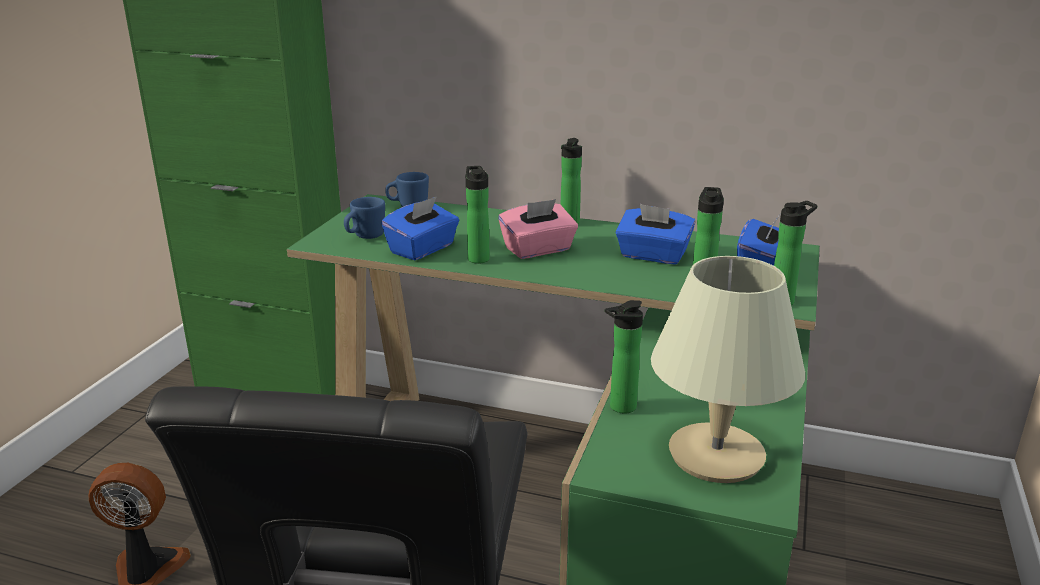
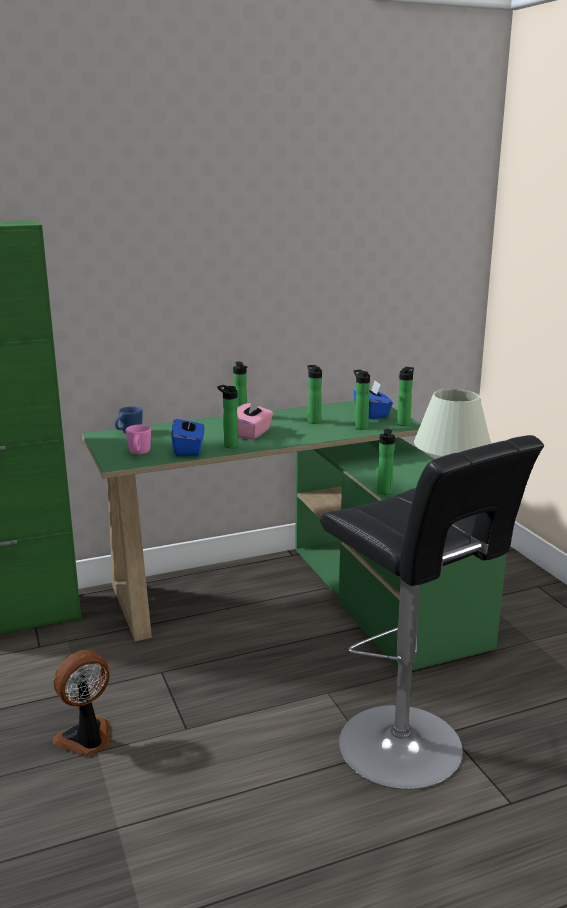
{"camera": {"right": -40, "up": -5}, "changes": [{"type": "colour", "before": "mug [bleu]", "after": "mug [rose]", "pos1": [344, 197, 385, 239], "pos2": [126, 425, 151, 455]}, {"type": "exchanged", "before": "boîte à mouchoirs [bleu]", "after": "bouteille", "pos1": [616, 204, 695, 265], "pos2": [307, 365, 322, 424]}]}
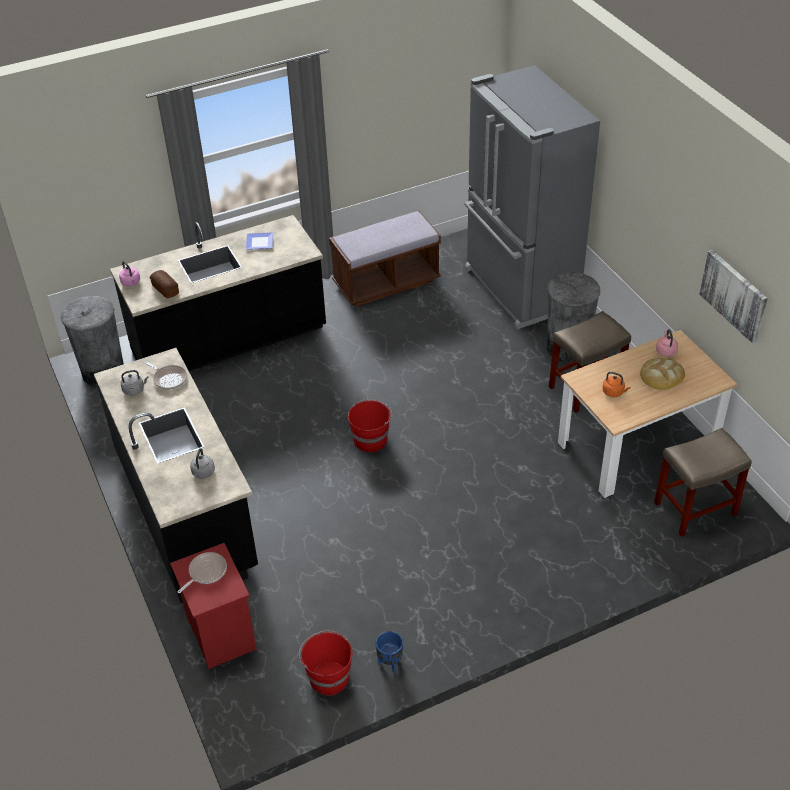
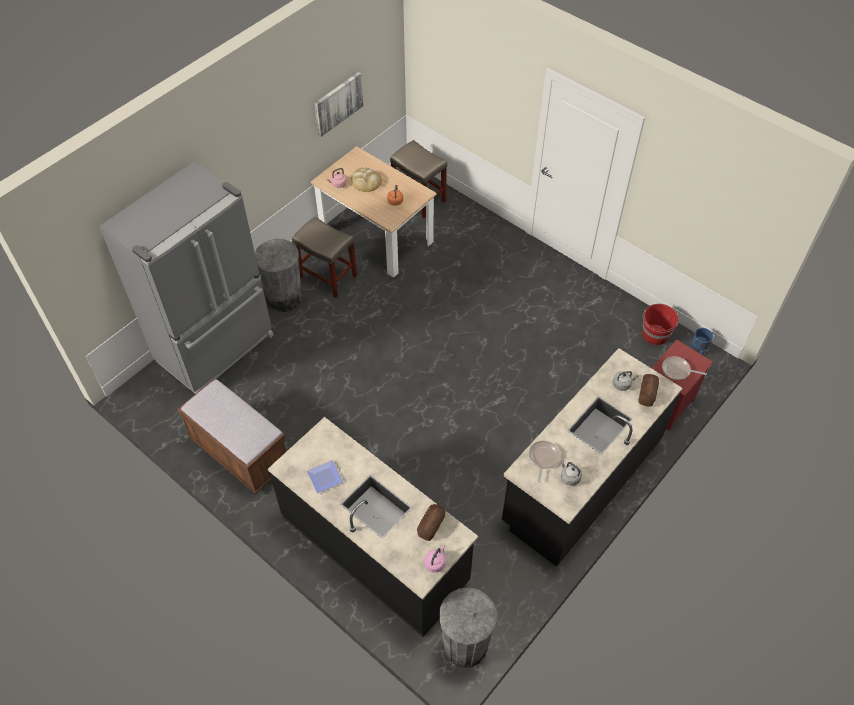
{"camera": {"right": -115, "up": 10}, "changes": [{"type": "appeared", "after": "pain", "pos2": [639, 374, 659, 407]}, {"type": "relocated", "before": "cache-pot [bleu]", "pos1": [376, 631, 403, 673], "pos2": [690, 328, 713, 355]}, {"type": "missing", "before": "seau [rouge]", "pos1": [348, 399, 392, 453]}]}
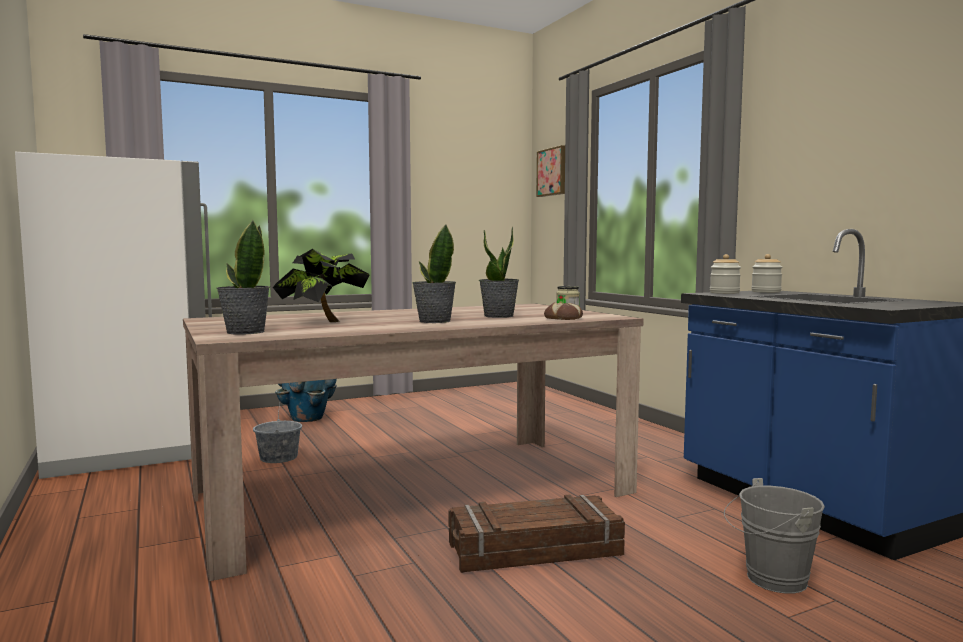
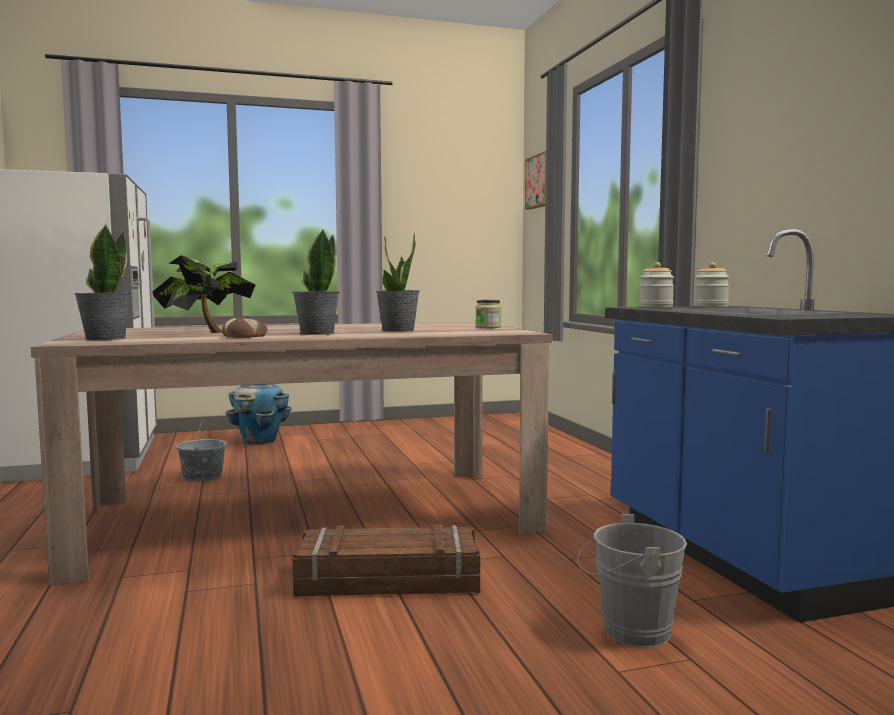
{"camera": {"right": 10, "up": 0}, "changes": [{"type": "relocated", "before": "pain", "pos1": [544, 302, 583, 320], "pos2": [222, 318, 268, 338]}]}
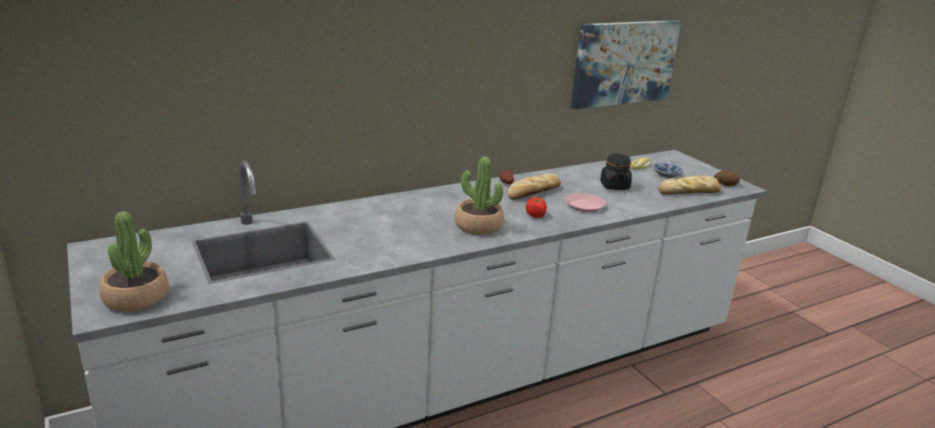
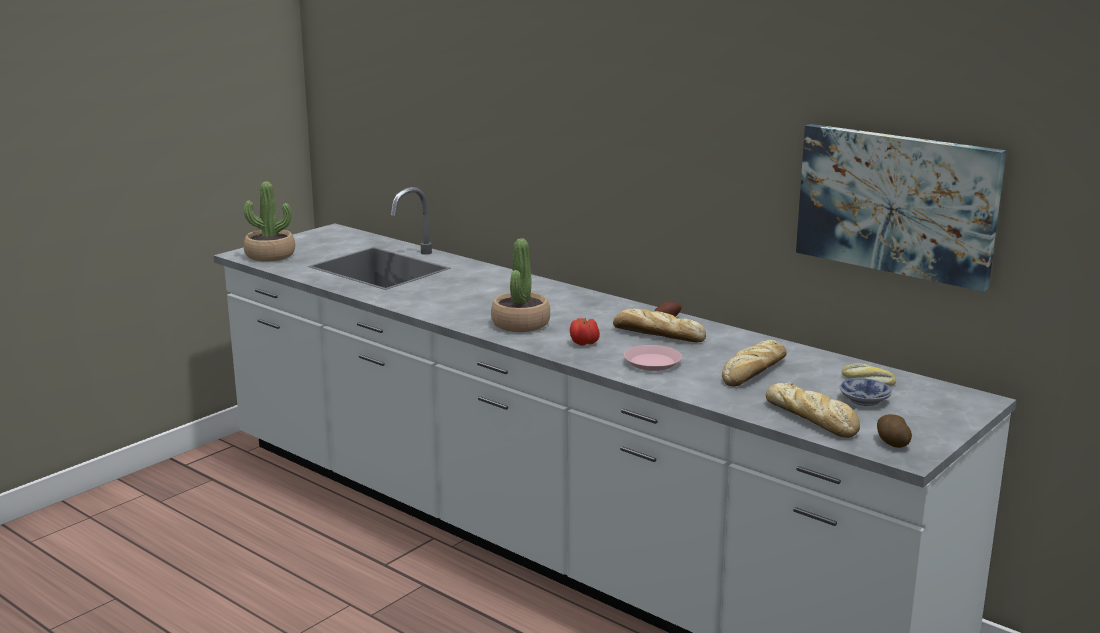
{"camera": {"right": 70, "up": -5}, "changes": [{"type": "exchanged", "before": "bocal [noir]", "after": "pain", "pos1": [600, 154, 632, 190], "pos2": [722, 340, 787, 386]}]}
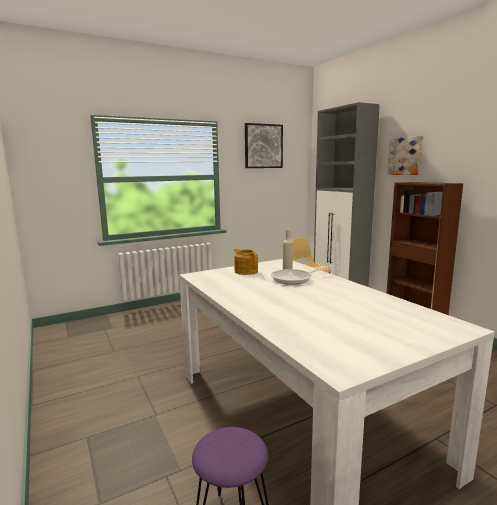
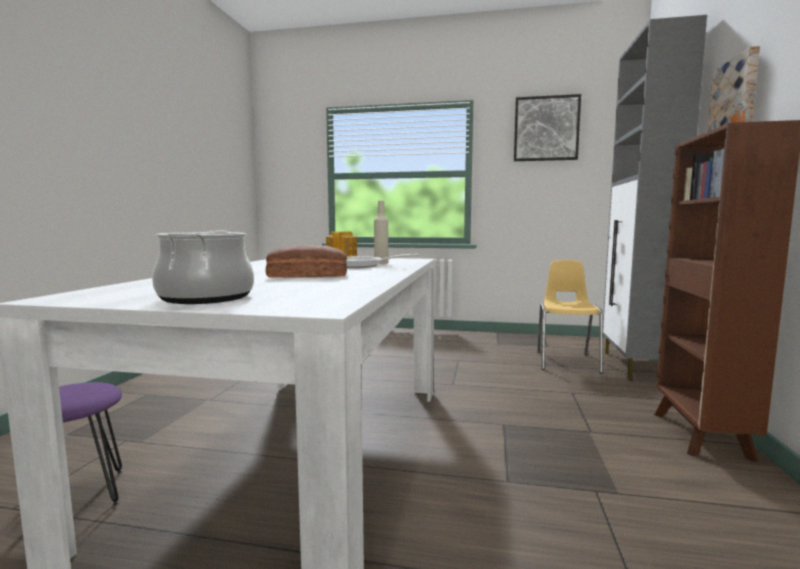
{"camera": {"right": 40, "up": -5}, "changes": [{"type": "appeared", "after": "marmite", "pos2": [152, 231, 254, 304]}, {"type": "appeared", "after": "pain", "pos2": [266, 245, 347, 277]}]}
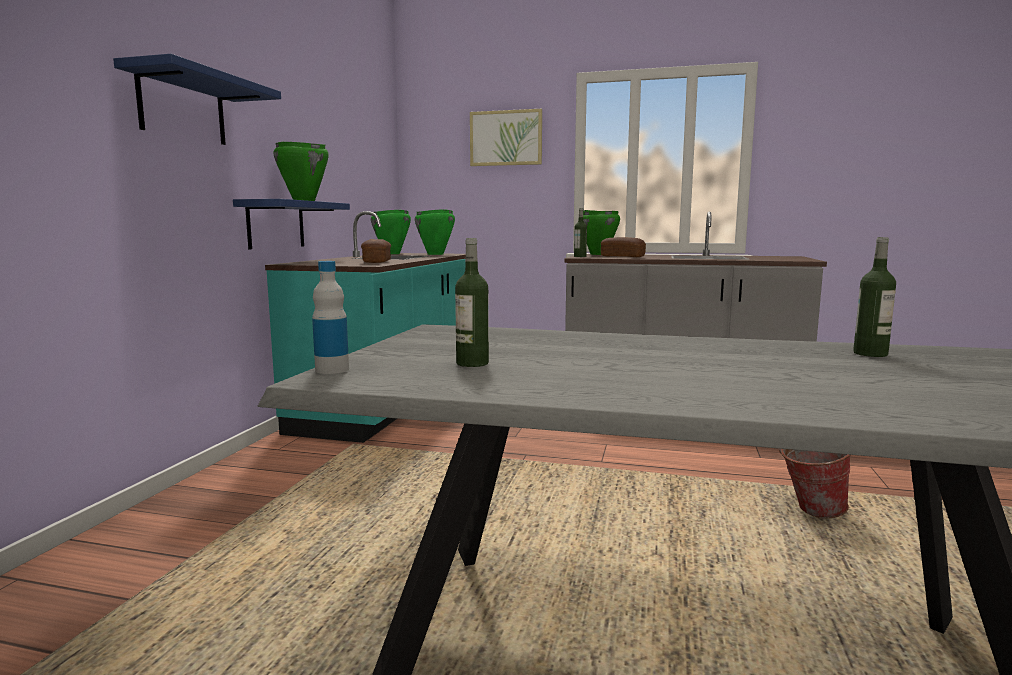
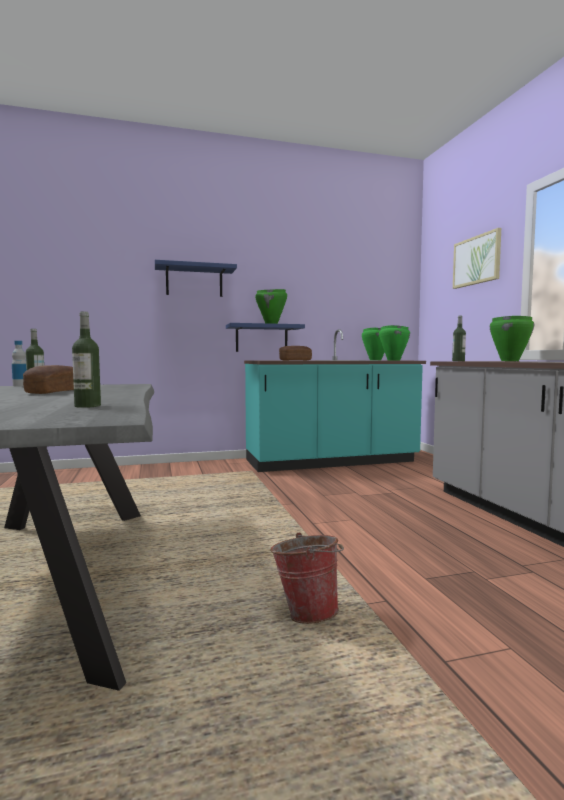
{"camera": {"right": 60, "up": -5}, "changes": [{"type": "relocated", "before": "pain", "pos1": [601, 237, 646, 257], "pos2": [23, 365, 74, 394]}]}
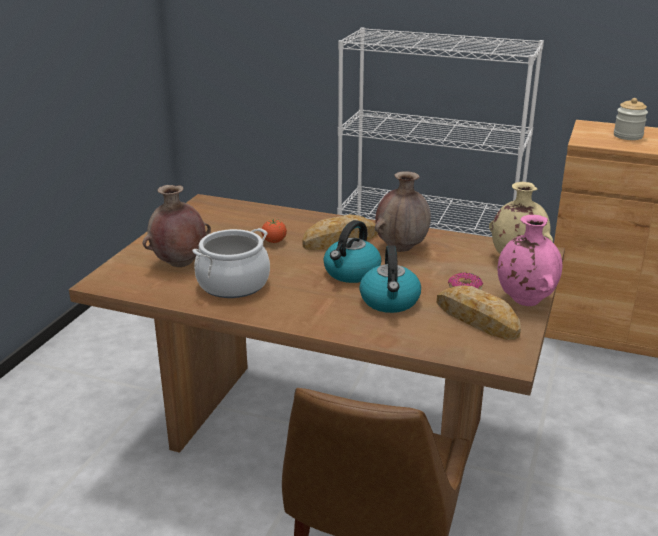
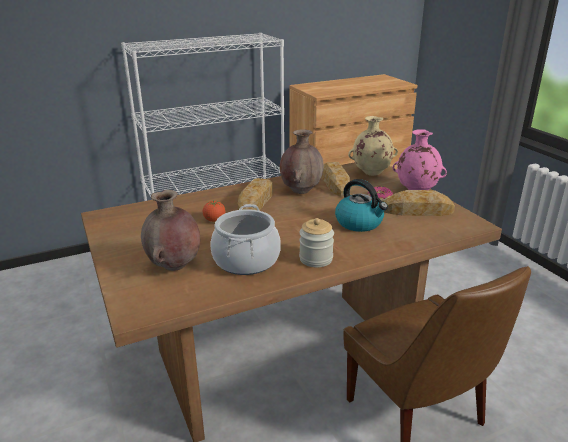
{"camera": {"right": -45, "up": 0}, "changes": [{"type": "relocated", "before": "bocal", "pos1": [614, 98, 648, 140], "pos2": [299, 218, 334, 267]}, {"type": "appeared", "after": "pain", "pos2": [322, 162, 350, 197]}, {"type": "missing", "before": "bouilloire", "pos1": [324, 220, 381, 283]}]}
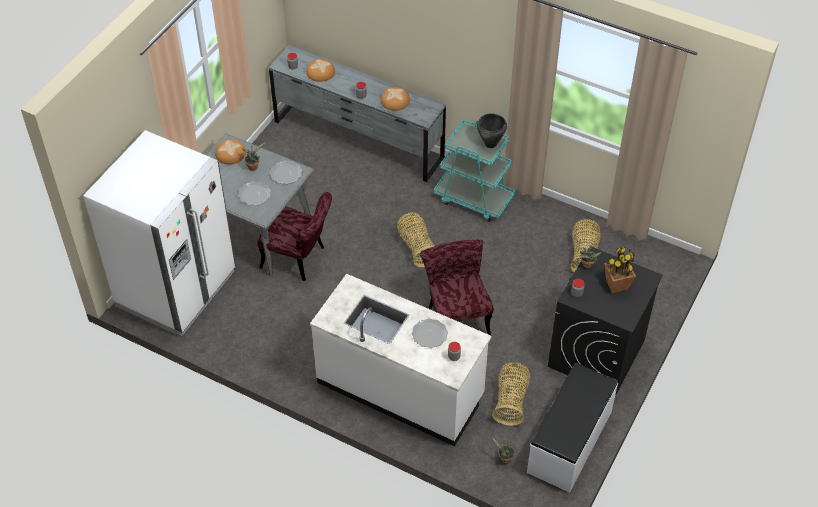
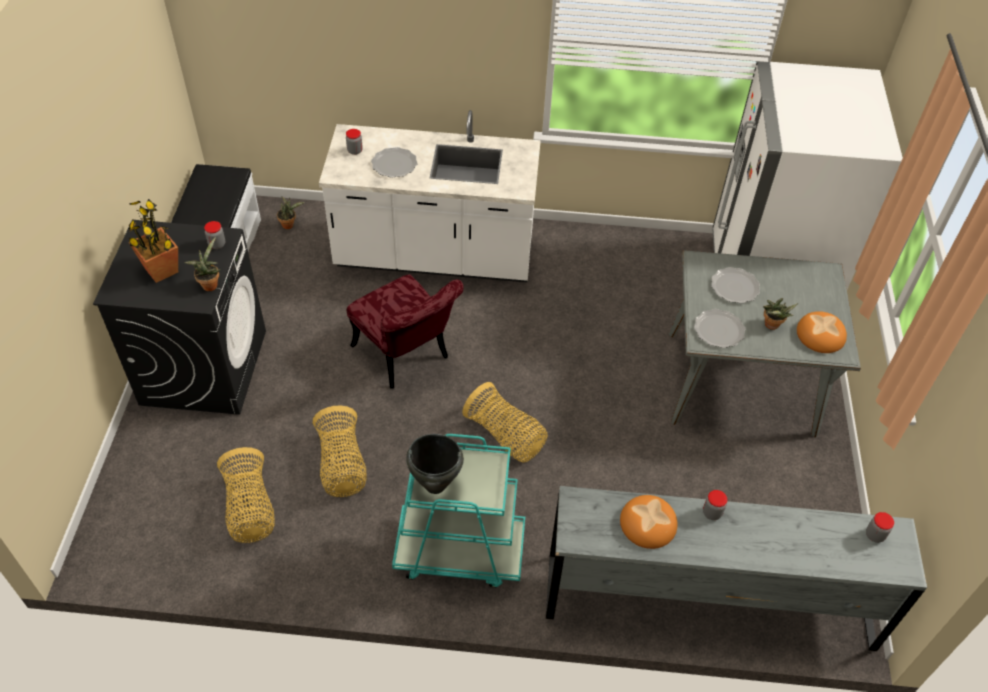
{"camera": {"right": 155, "up": 0}, "changes": [{"type": "relocated", "before": "panier", "pos1": [492, 362, 530, 425], "pos2": [313, 405, 367, 497]}, {"type": "missing", "before": "chaise [rouge]", "pos1": [257, 192, 332, 281]}, {"type": "missing", "before": "pain", "pos1": [306, 59, 335, 82]}]}
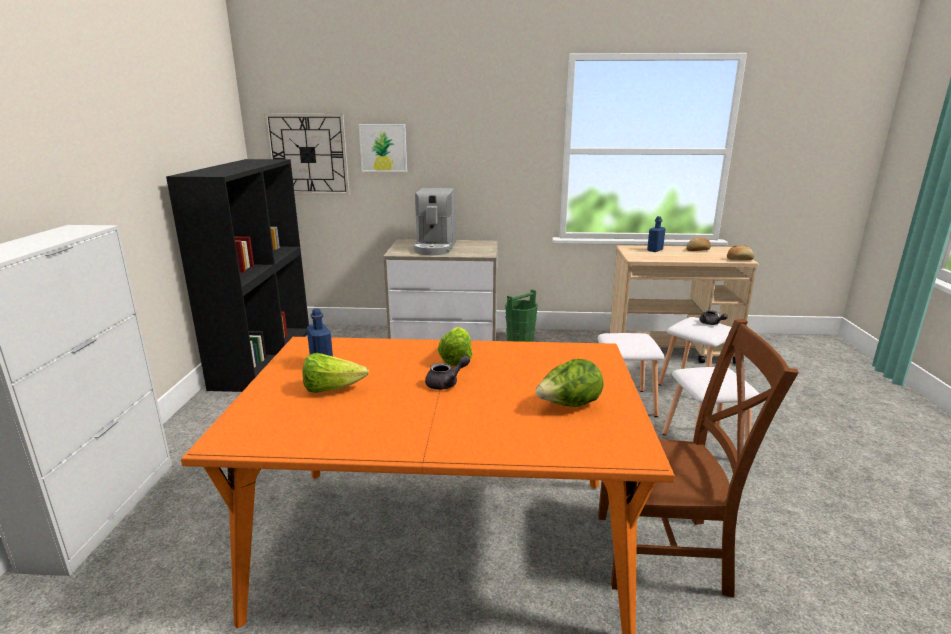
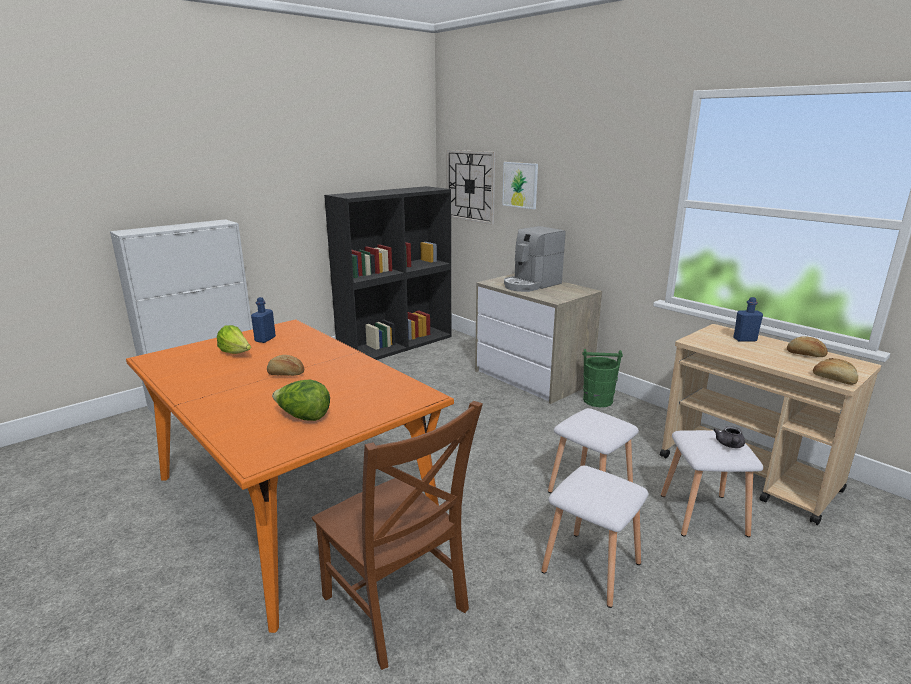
{"camera": {"right": 45, "up": 0}, "changes": [{"type": "exchanged", "before": "théière [gris]", "after": "pain", "pos1": [425, 355, 470, 390], "pos2": [267, 355, 304, 376]}, {"type": "missing", "before": "laitue", "pos1": [438, 327, 472, 366]}]}
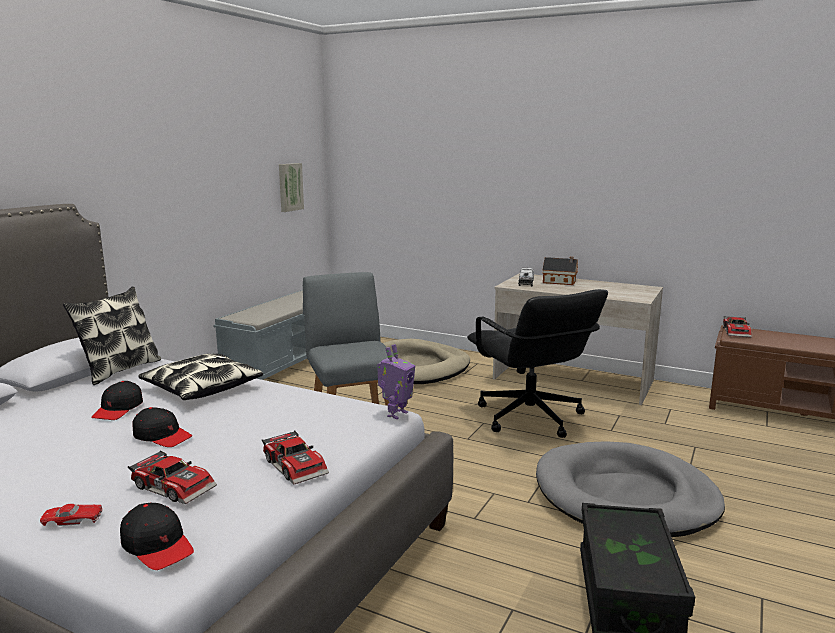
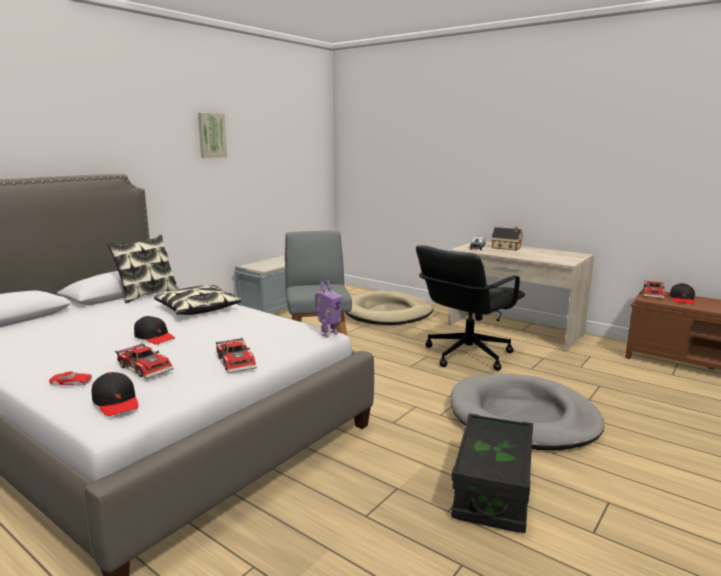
{"camera": {"right": 10, "up": 0}, "changes": [{"type": "relocated", "before": "tableau", "pos1": [279, 163, 304, 212], "pos2": [198, 113, 227, 158]}, {"type": "spun", "before": "chaise de bureau [noir]", "pos1": [467, 289, 608, 438], "pos2": [416, 245, 525, 371], "turn": 60}, {"type": "relocated", "before": "casquette [noir]", "pos1": [91, 381, 143, 420], "pos2": [670, 283, 695, 304]}]}
